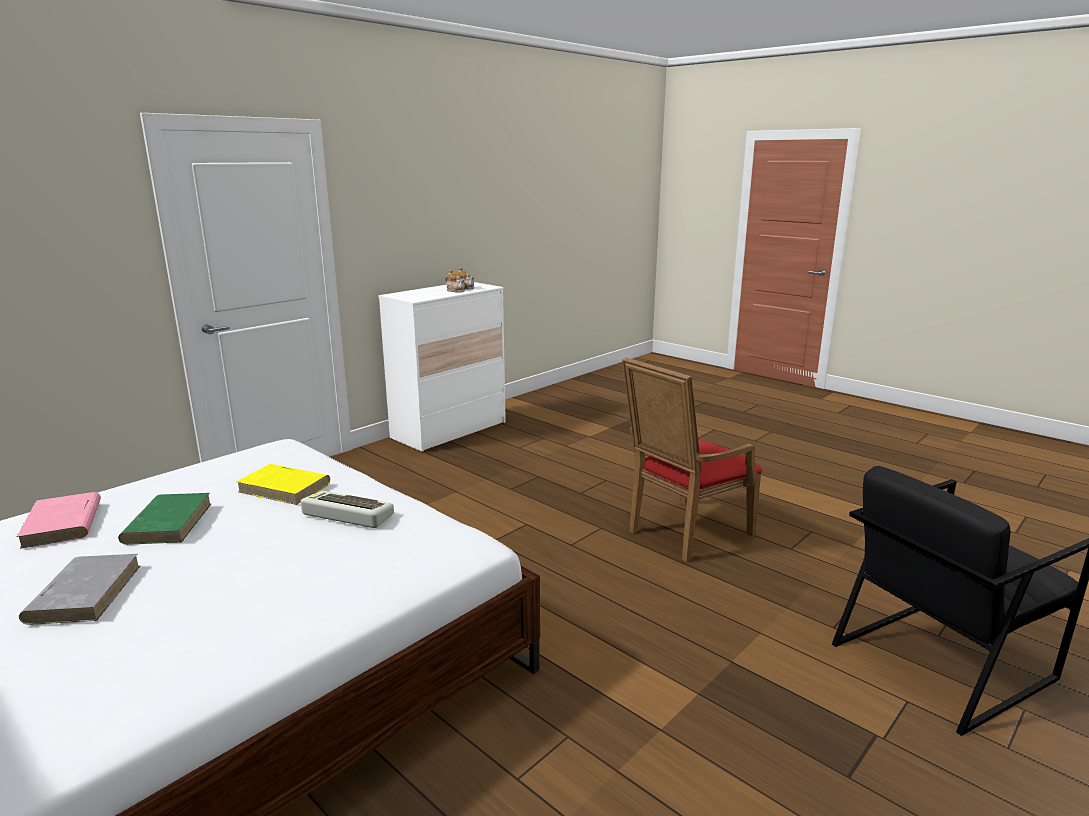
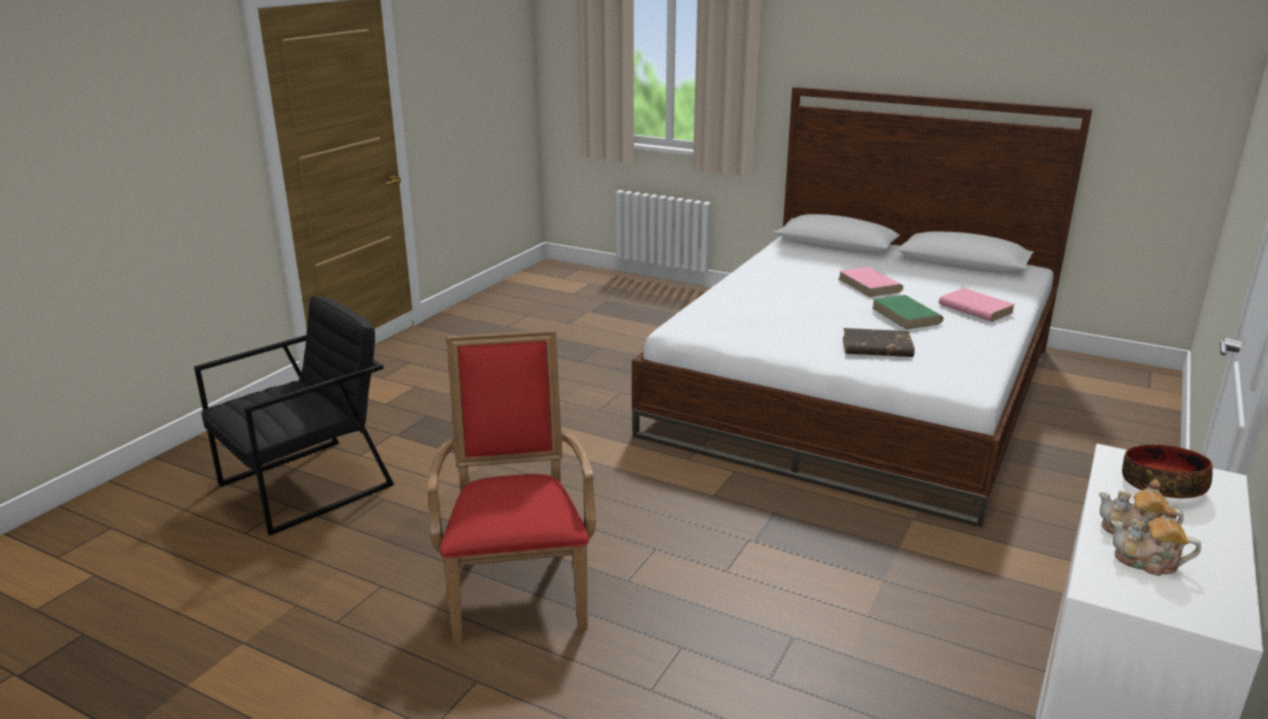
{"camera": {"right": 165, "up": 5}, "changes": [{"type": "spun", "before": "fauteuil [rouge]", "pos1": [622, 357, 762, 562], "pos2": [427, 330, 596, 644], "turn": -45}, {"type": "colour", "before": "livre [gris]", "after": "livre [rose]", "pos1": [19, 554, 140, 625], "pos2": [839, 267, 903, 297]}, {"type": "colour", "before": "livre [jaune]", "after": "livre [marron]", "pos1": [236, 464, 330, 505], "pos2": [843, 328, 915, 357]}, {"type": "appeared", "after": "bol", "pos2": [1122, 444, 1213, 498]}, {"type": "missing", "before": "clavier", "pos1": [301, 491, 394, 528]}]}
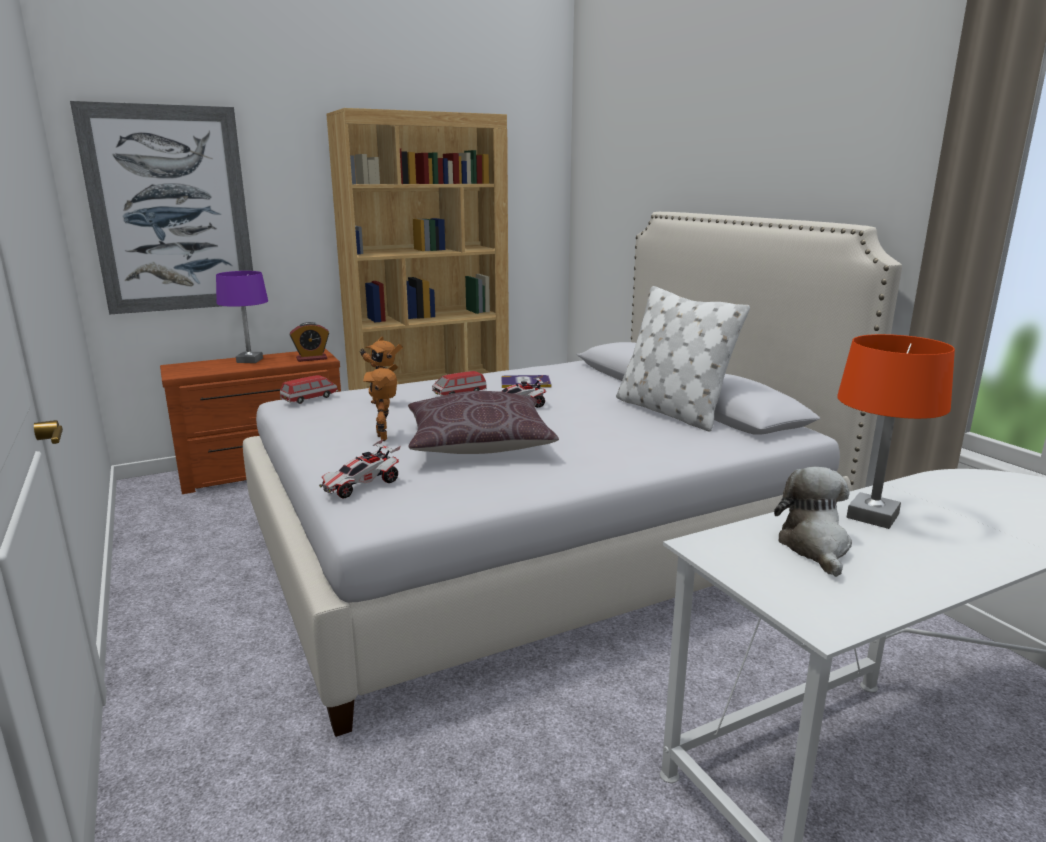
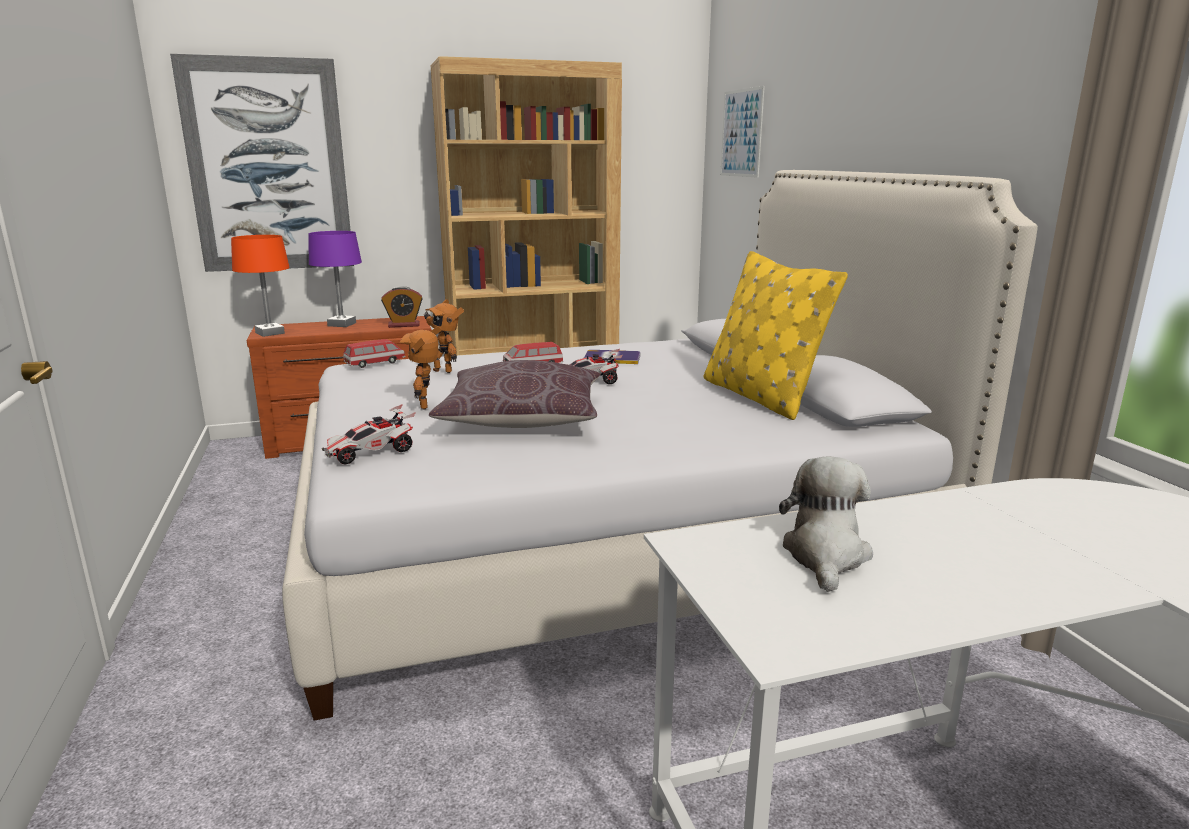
{"camera": {"right": 10, "up": 0}, "changes": [{"type": "relocated", "before": "lampe de table [orange]", "pos1": [837, 334, 955, 529], "pos2": [231, 235, 290, 337]}, {"type": "colour", "before": "coussin [blanc]", "after": "coussin [jaune]", "pos1": [616, 286, 750, 432], "pos2": [704, 251, 848, 420]}, {"type": "appeared", "after": "tableau", "pos2": [720, 86, 765, 178]}]}
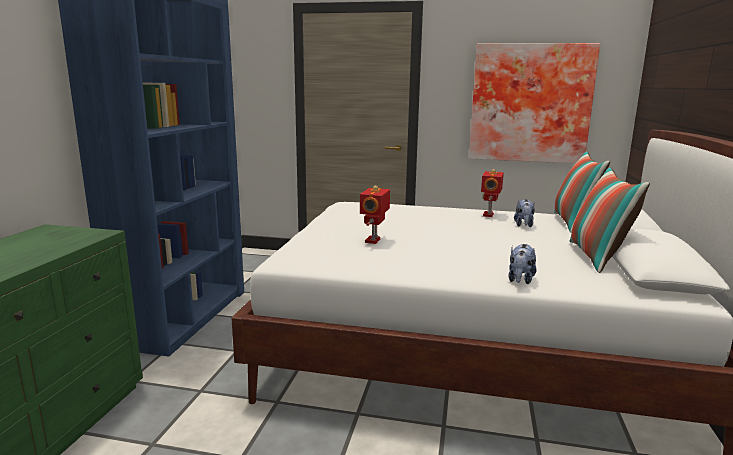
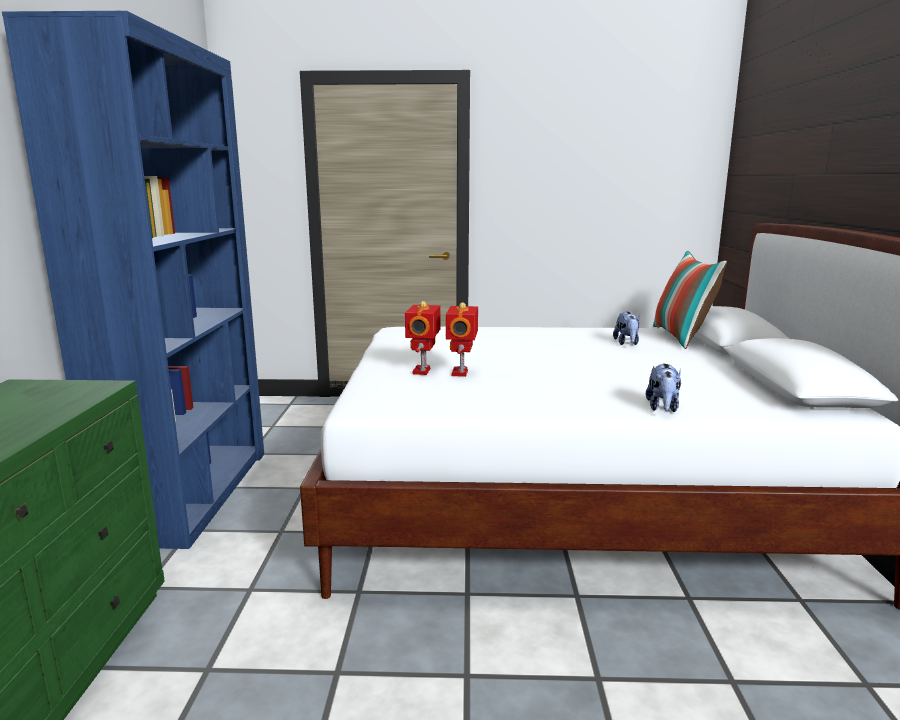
{"camera": {"right": -10, "up": 0}, "changes": [{"type": "relocated", "before": "robot jouet", "pos1": [481, 169, 504, 217], "pos2": [405, 301, 441, 375]}, {"type": "missing", "before": "tableau", "pos1": [469, 43, 600, 163]}, {"type": "missing", "before": "coussin", "pos1": [570, 167, 650, 273]}]}
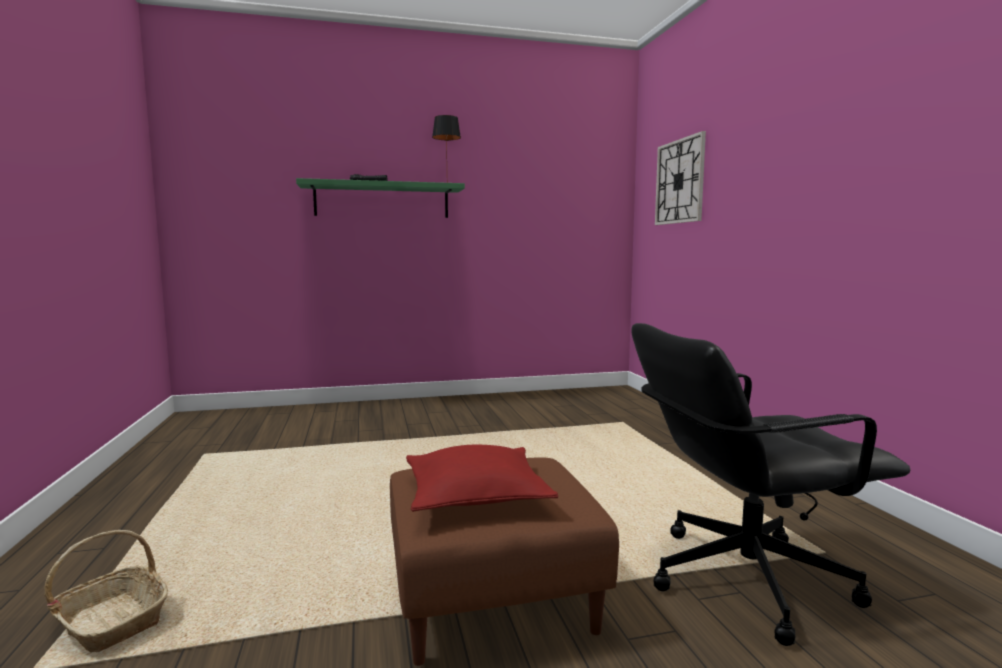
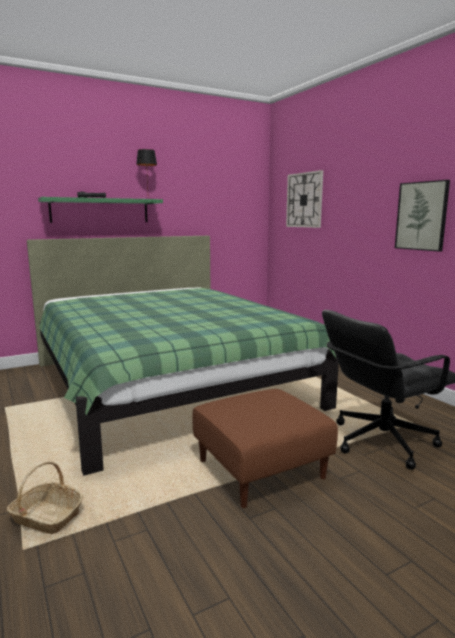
{"camera": {"right": -15, "up": 5}, "changes": [{"type": "appeared", "after": "lit [vert]", "pos2": [27, 236, 339, 475]}, {"type": "appeared", "after": "tableau", "pos2": [395, 180, 450, 252]}, {"type": "missing", "before": "coussin [rouge]", "pos1": [406, 445, 558, 512]}]}
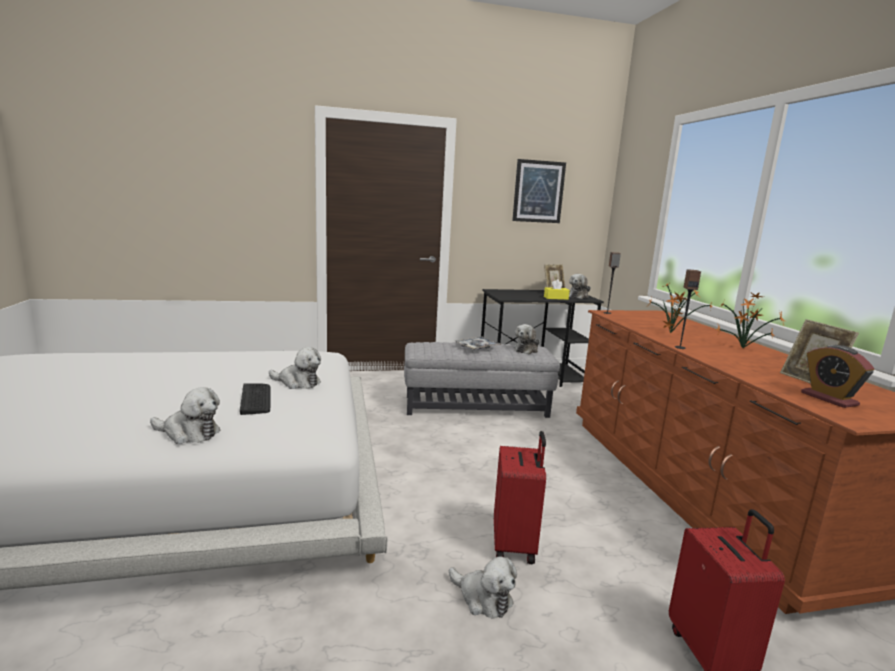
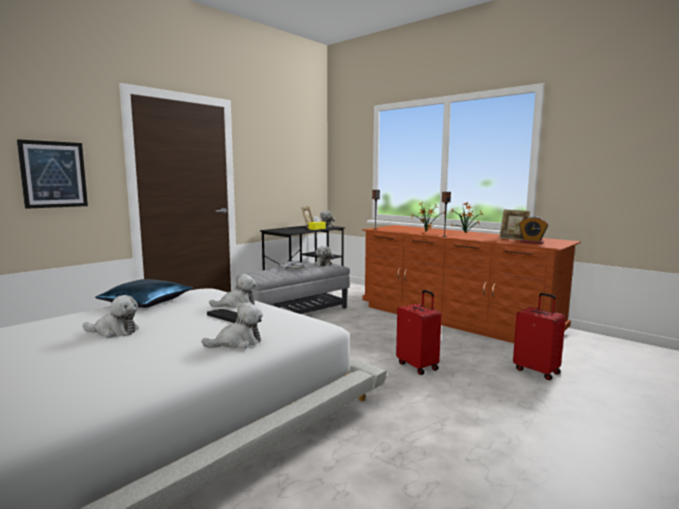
{"camera": {"right": -35, "up": -5}, "changes": [{"type": "relocated", "before": "tableau", "pos1": [512, 159, 566, 223], "pos2": [17, 139, 88, 209]}, {"type": "relocated", "before": "peluche", "pos1": [449, 556, 517, 618], "pos2": [83, 295, 139, 338]}, {"type": "appeared", "after": "coussin [bleu]", "pos2": [95, 279, 193, 308]}]}
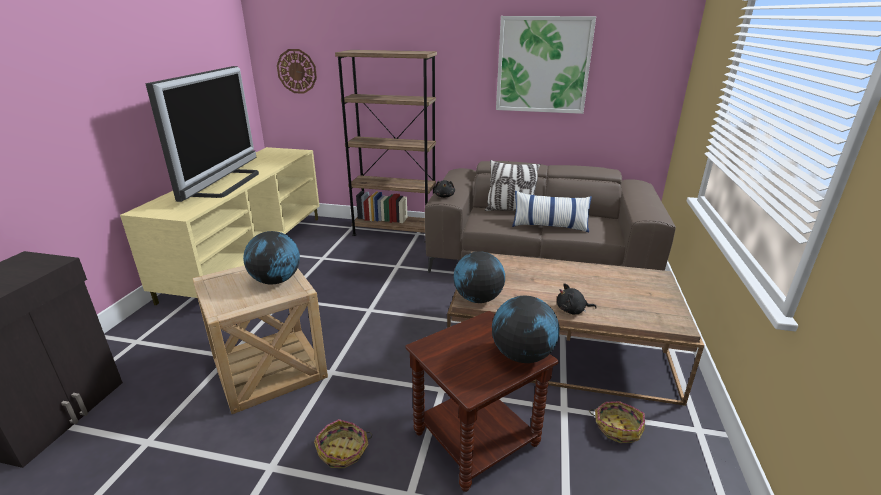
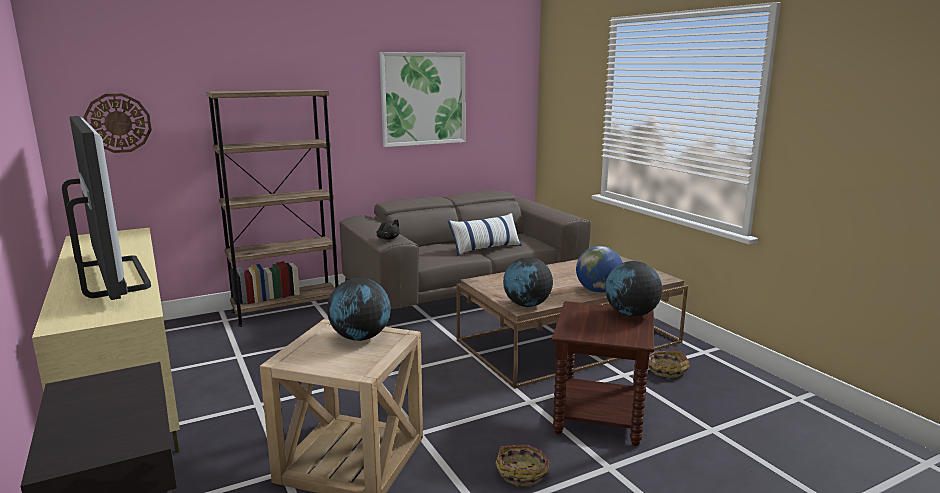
{"camera": {"right": -40, "up": -10}, "changes": [{"type": "exchanged", "before": "peluche [noir]", "after": "globe", "pos1": [557, 283, 597, 314], "pos2": [576, 246, 623, 293]}, {"type": "missing", "before": "coussin", "pos1": [485, 160, 540, 211]}]}
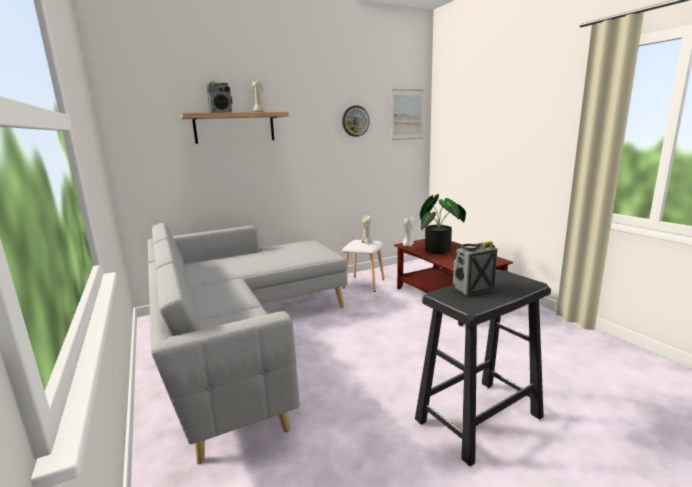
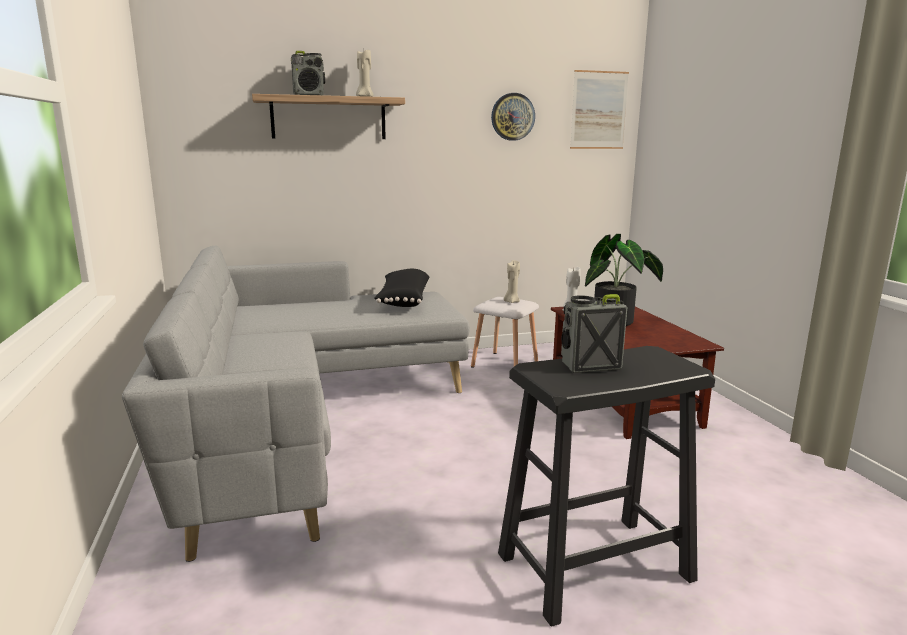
{"camera": {"right": 10, "up": 0}, "changes": [{"type": "appeared", "after": "coussin [noir]", "pos2": [374, 269, 429, 307]}]}
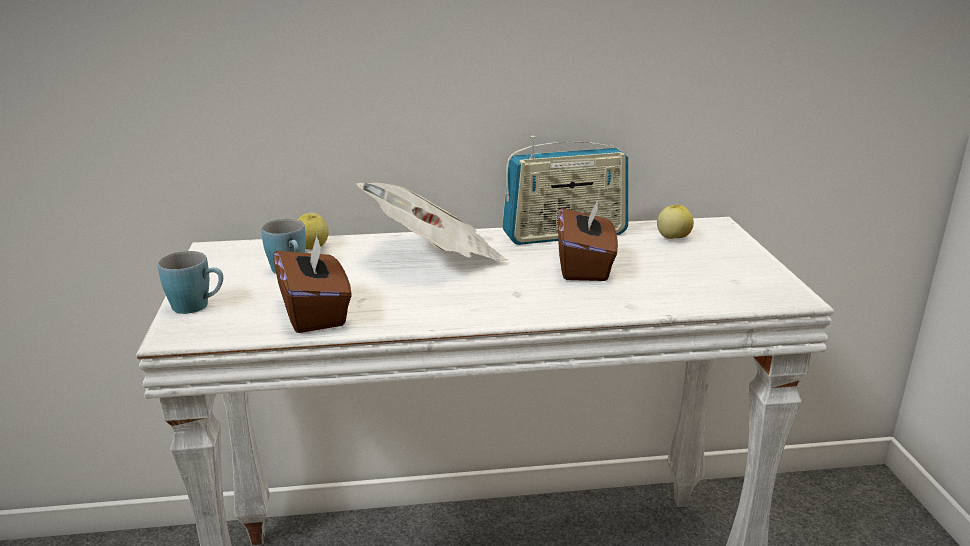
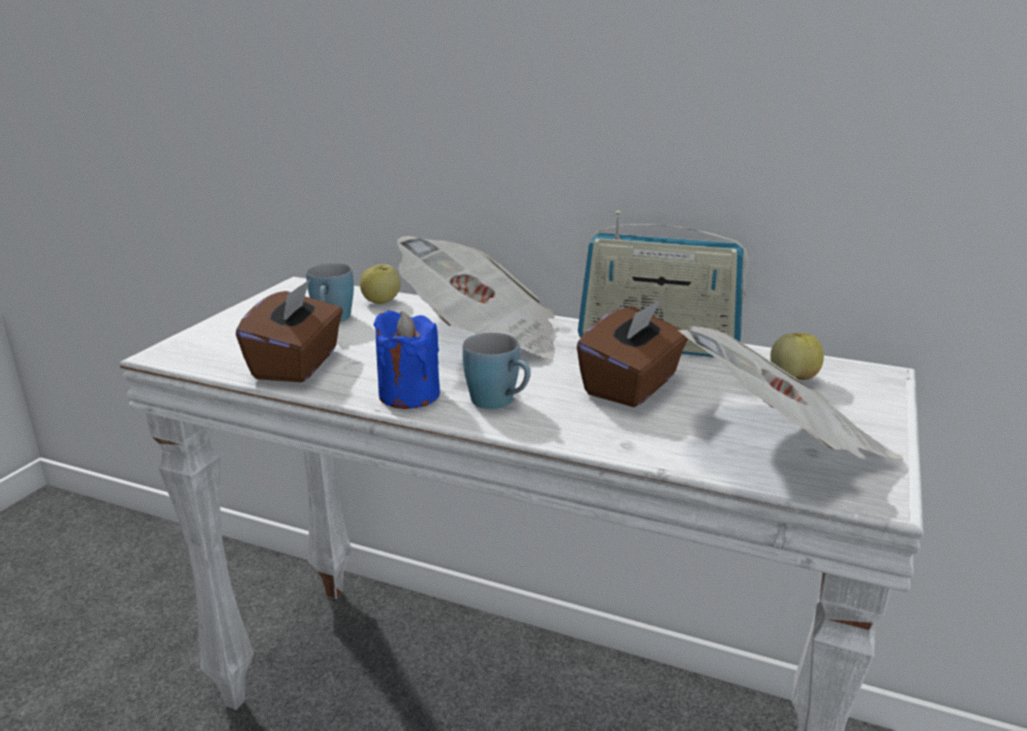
{"camera": {"right": 30, "up": 0}, "changes": [{"type": "appeared", "after": "bougie [bleu]", "pos2": [374, 310, 440, 409]}, {"type": "relocated", "before": "mug [bleu]", "pos1": [158, 251, 223, 314], "pos2": [462, 333, 531, 409]}, {"type": "appeared", "after": "journal", "pos2": [678, 326, 904, 460]}]}
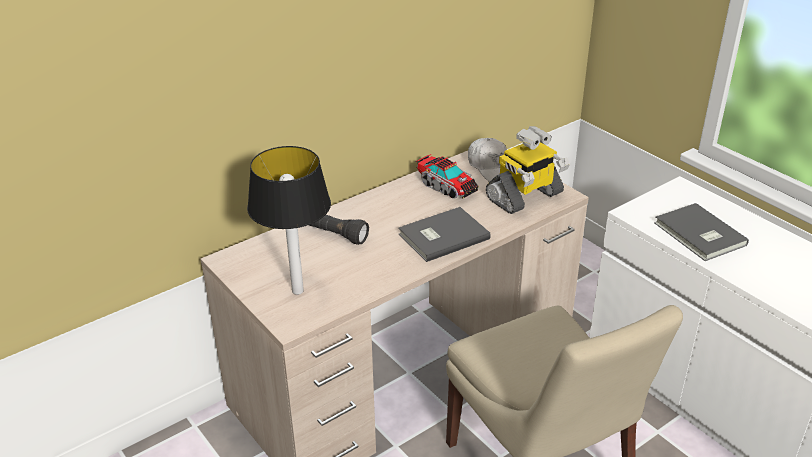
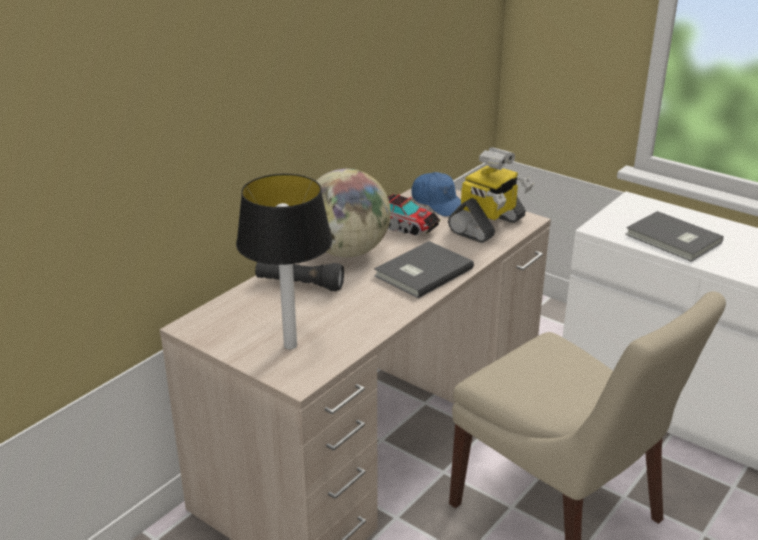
{"camera": {"right": -15, "up": -5}, "changes": [{"type": "appeared", "after": "globe", "pos2": [316, 169, 391, 257]}, {"type": "colour", "before": "casquette [blanc]", "after": "casquette [bleu]", "pos1": [468, 138, 507, 182], "pos2": [411, 172, 461, 217]}]}
